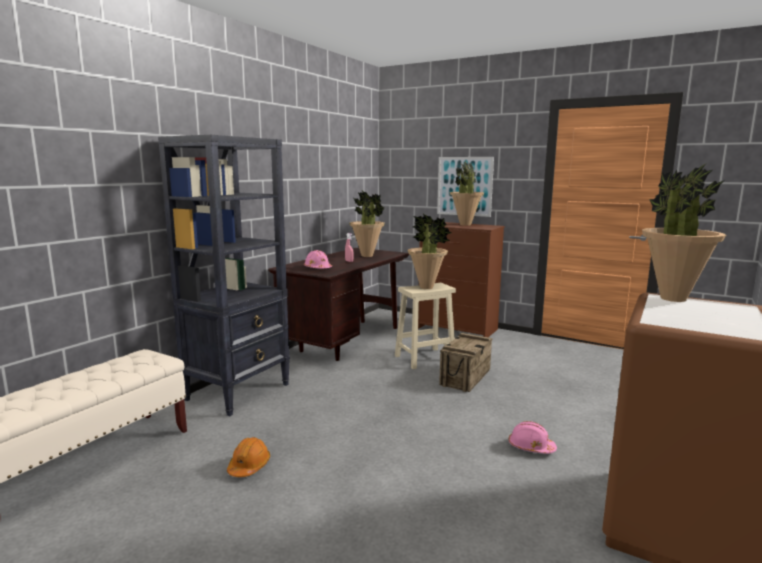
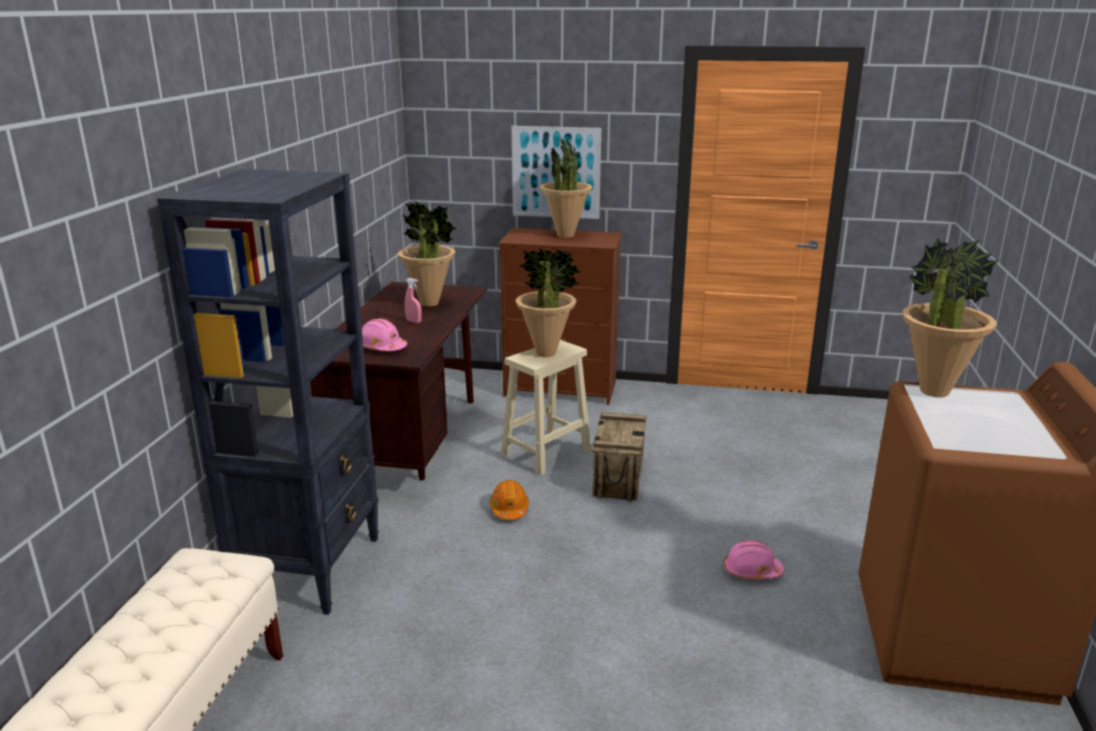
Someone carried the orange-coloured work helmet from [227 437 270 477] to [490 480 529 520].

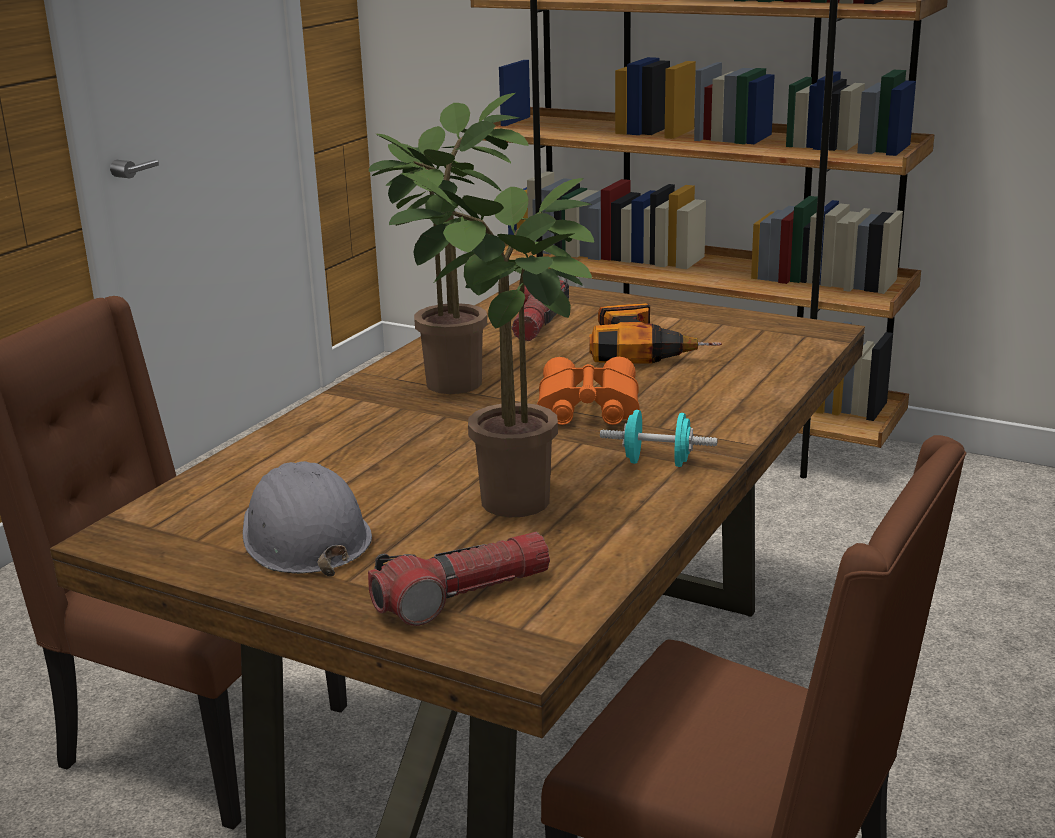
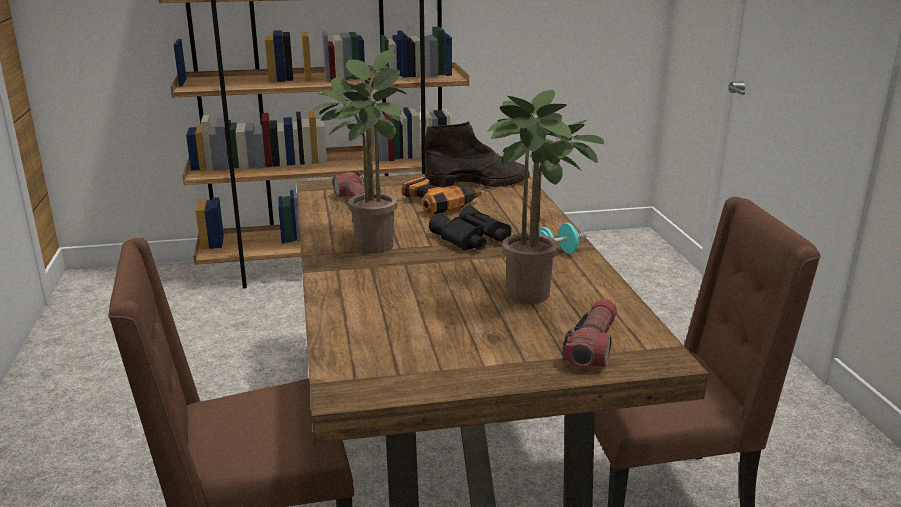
Someone repainted the orange-coloured pair of binoculars at [537 357 640 425], which became the black-coloured pair of binoculars at [429 206 511 251]. Someone took away the grey work helmet at [243 461 372 577]. Someone put down the brownish high-top boot at [424 121 530 188].

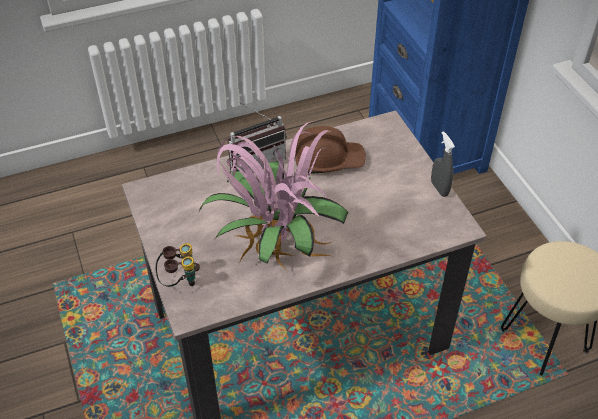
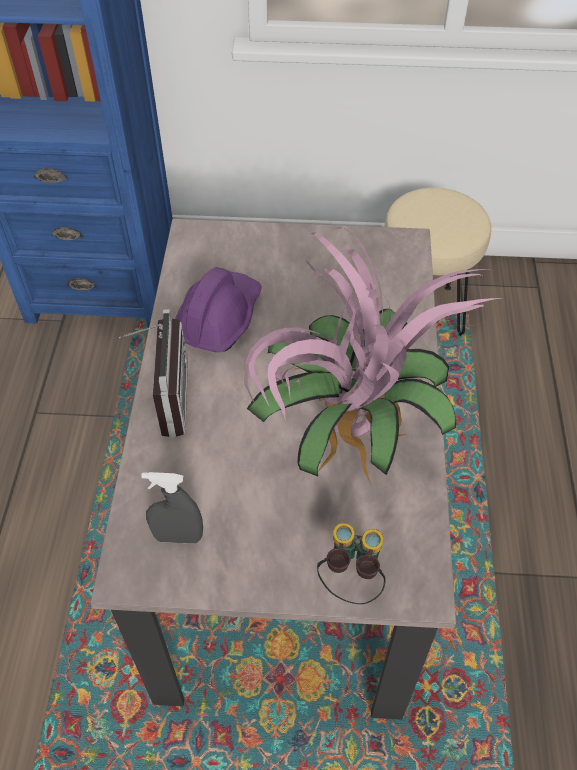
Someone repainted the brownish work helmet at [295 126 366 173], which became the purple work helmet at [175 267 262 353]. Someone carried the grey hand sprayer from [431 131 455 197] to [141 472 203 544].

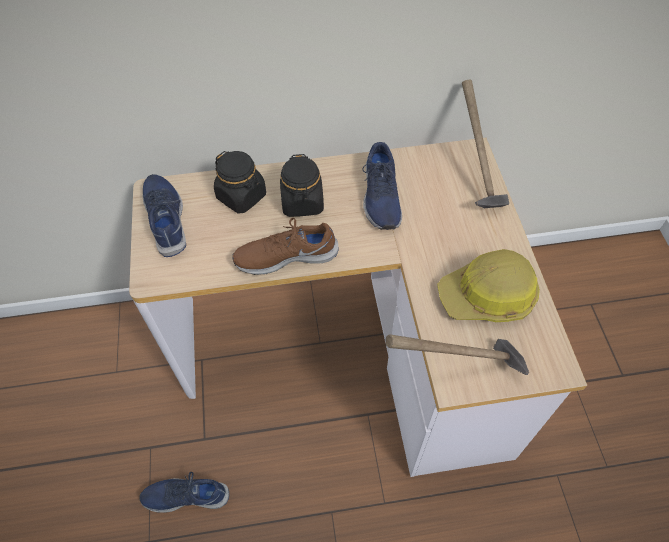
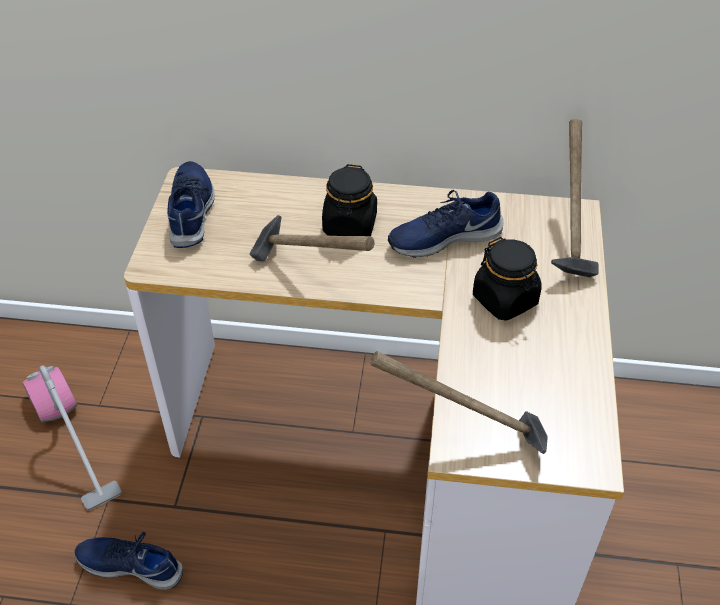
Someone rotated the blue shoe at [363 142 402 230] by 60 degrees clockwise. Someone carried the black-coloured jar from [214 151 266 214] to [473 237 541 321]. Someone swapped the brownish shoe at [232 218 338 275] for the hammer at [250 215 375 261]. Someone took away the work helmet at [437 249 540 322]. Someone put down the hoover at [23 365 122 511].

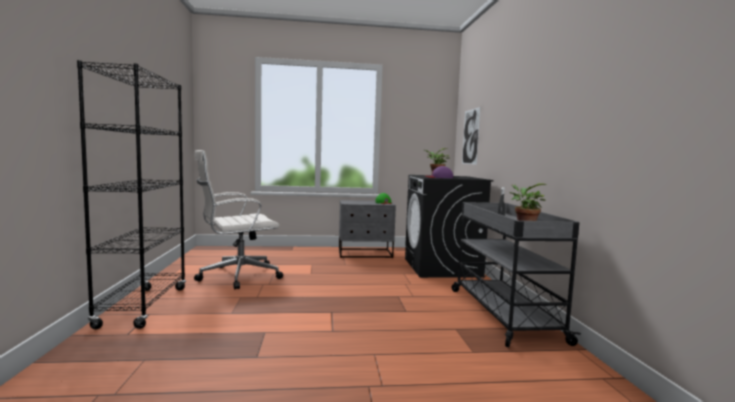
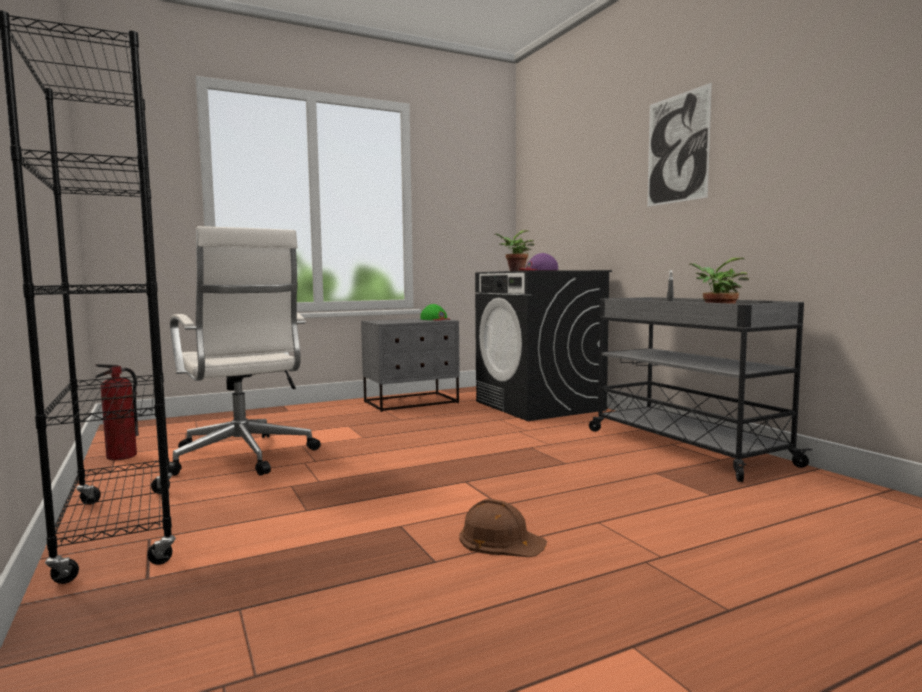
Someone carried the wall picture from [462 107 480 165] to [647 83 712 207]. Someone rotated the whitish computer chair at [194 150 283 289] by 75 degrees counterclockwise. Someone put down the fire extinguisher at [95 364 139 460]. Someone put down the brownish work helmet at [459 499 547 557].

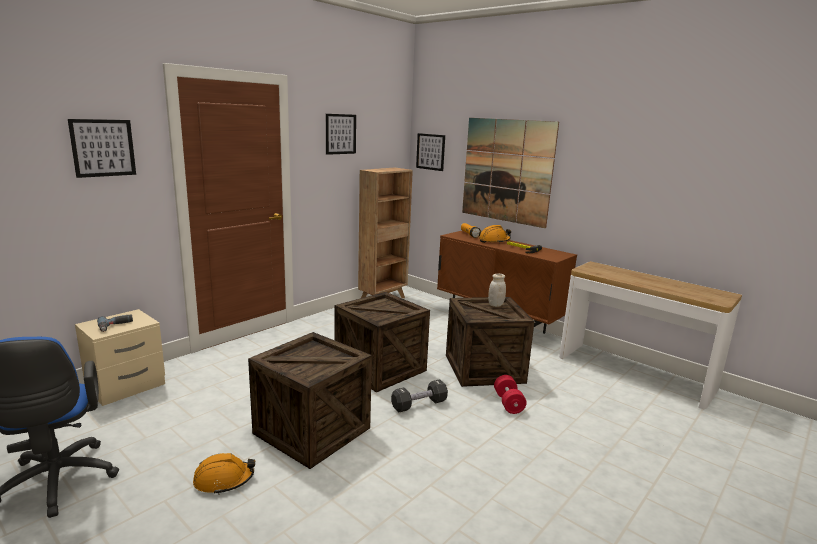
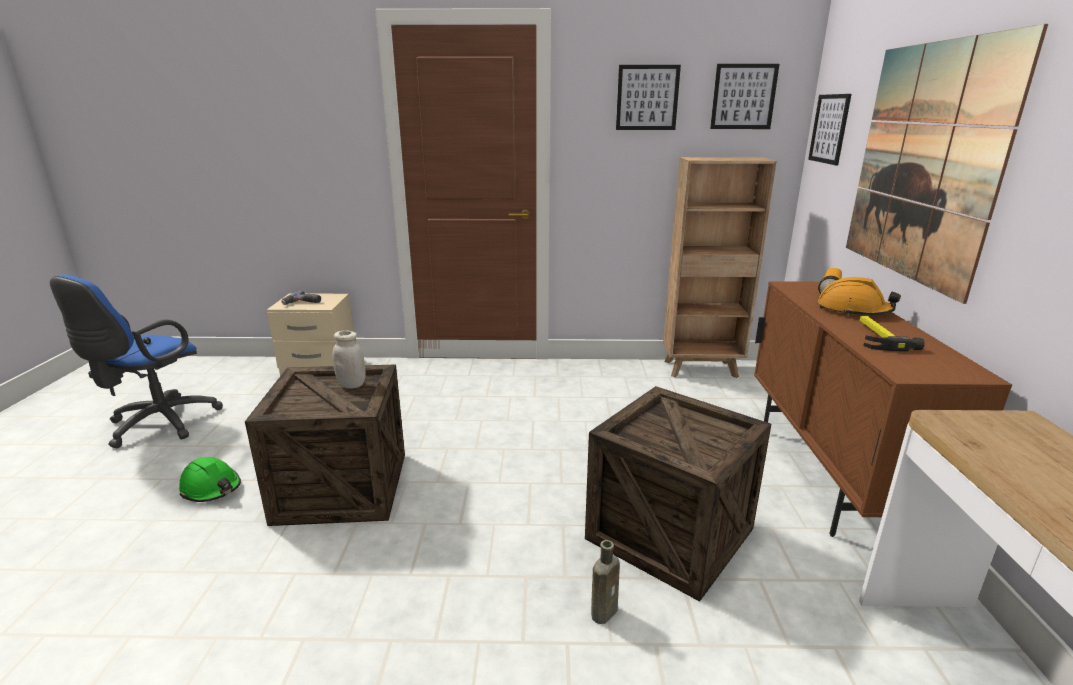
Someone carried the wall picture from [68 119 136 178] to [710 64 780 129]. Someone carried the whitish jar from [488 274 506 307] to [333 330 366 389]. Someone took away the shipping crate at [335 292 430 392]. Someone swapped the reddish dumbbell at [494 375 527 414] for the brownish drink bottle at [591 540 620 624]. Someone took away the black-coloured dumbbell at [391 379 448 412]. Someone repainted the orange-coloured work helmet at [193 453 255 495], which became the green-coloured work helmet at [179 457 241 502].

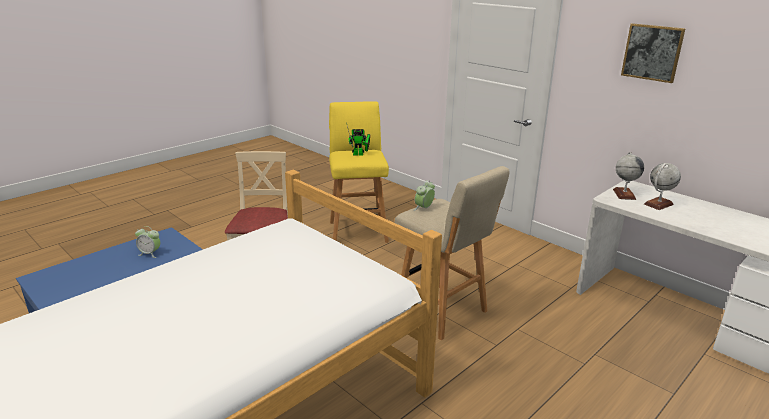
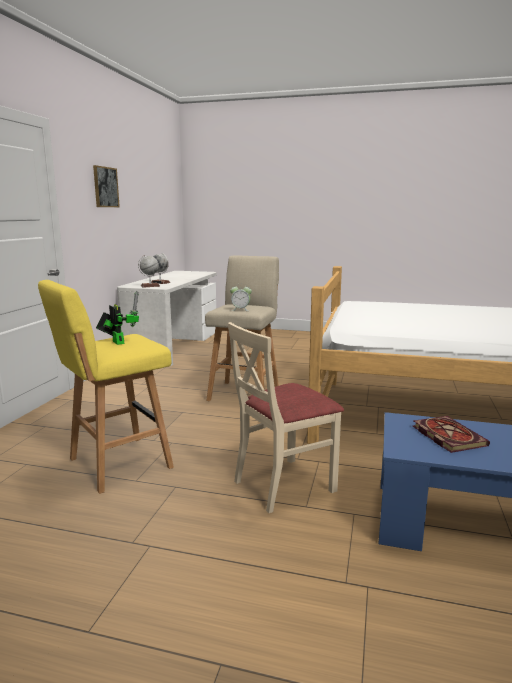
Someone swapped the bedside clock at [135 226 160 258] for the book at [413 416 490 453].

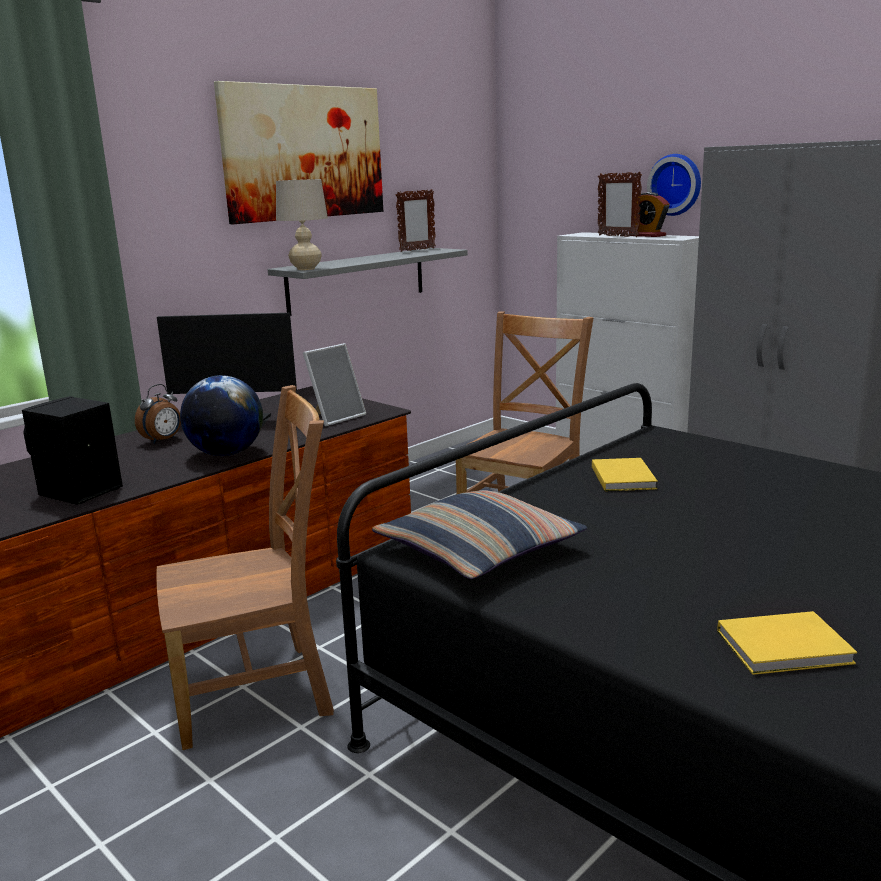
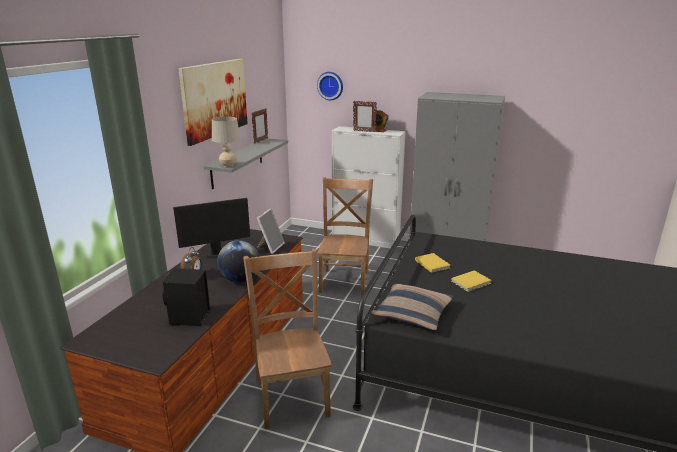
Someone carried the wall clock from [647 154 701 216] to [317 72 343 100]. Someone rotated the brownish upright chair at [156 385 334 750] by 60 degrees counterclockwise. Someone carried the yellow-coloured book from [717 611 857 675] to [451 271 492 292].

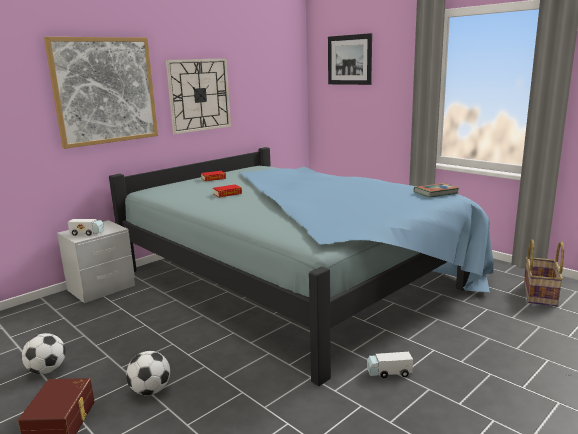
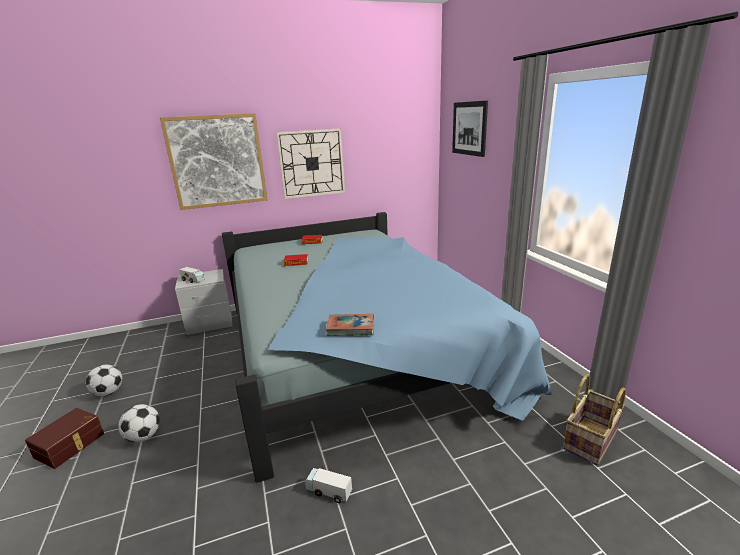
Someone carried the book from [414 183 459 197] to [326 314 374 336].

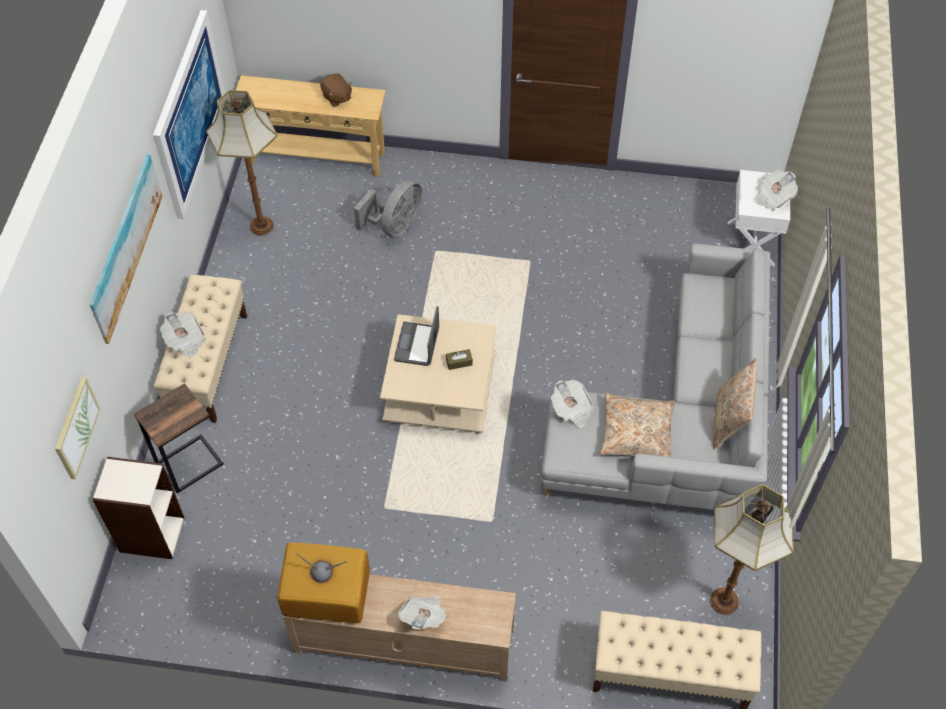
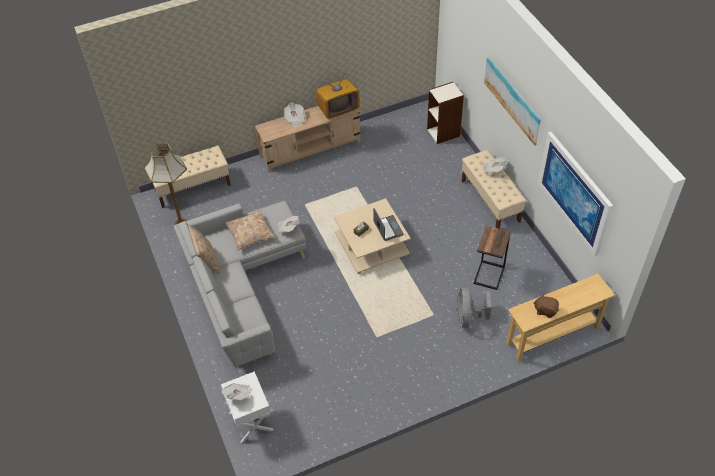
Someone took away the floor lamp at [206 90 277 235]. Someone took away the wall picture at [55 377 100 479]. Someone carried the end table from [134 383 224 494] to [473 226 511 290].

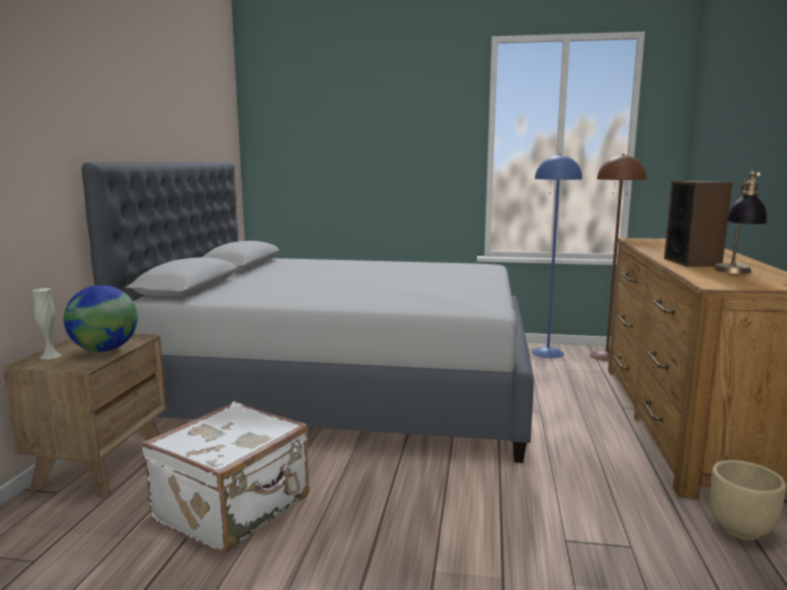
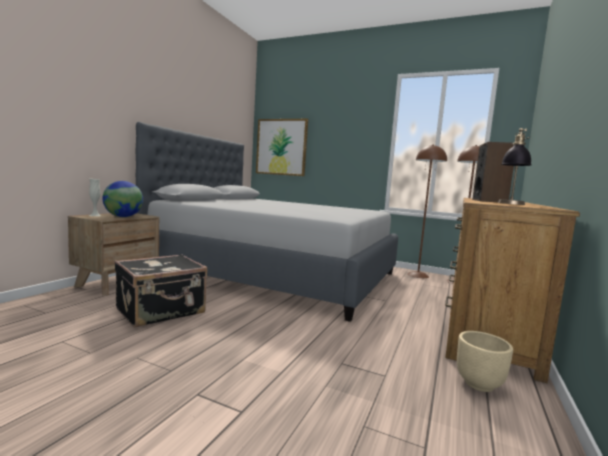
Someone repainted the blue floor lamp at [532 154 582 358], which became the brownish floor lamp at [407 144 447 278]. Someone repainted the whitish piece of luggage at [141 401 309 554], which became the black-coloured piece of luggage at [114 254 207 328]. Someone put up the wall picture at [256 119 308 176].

